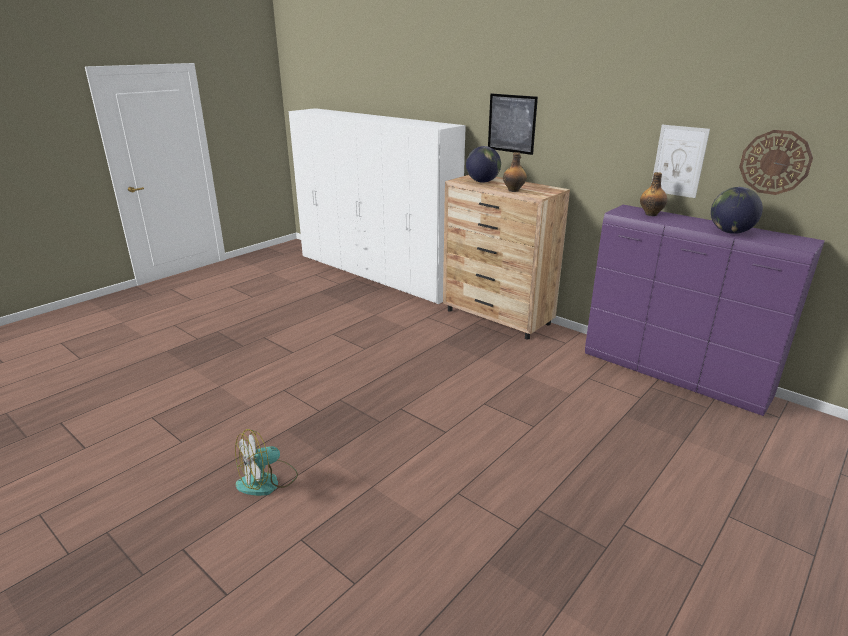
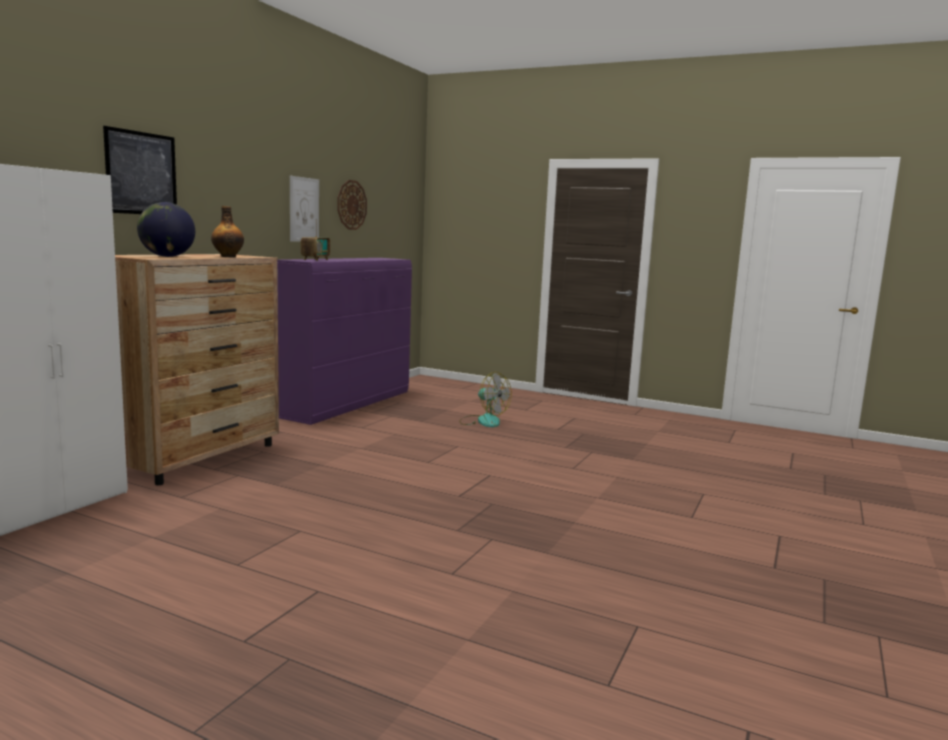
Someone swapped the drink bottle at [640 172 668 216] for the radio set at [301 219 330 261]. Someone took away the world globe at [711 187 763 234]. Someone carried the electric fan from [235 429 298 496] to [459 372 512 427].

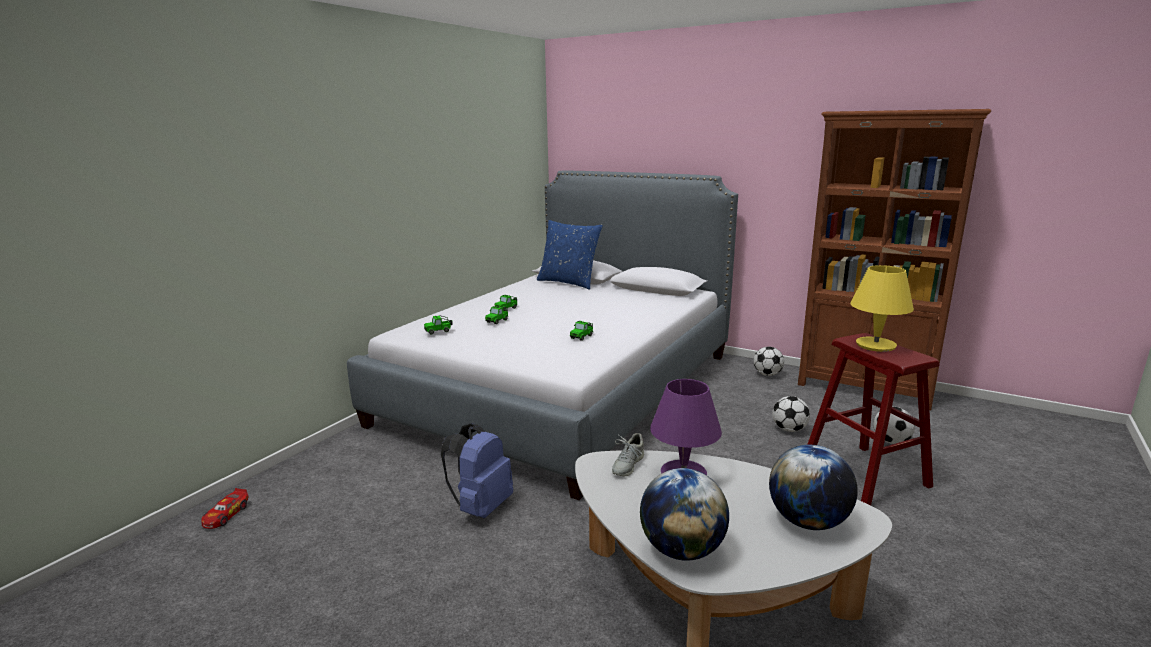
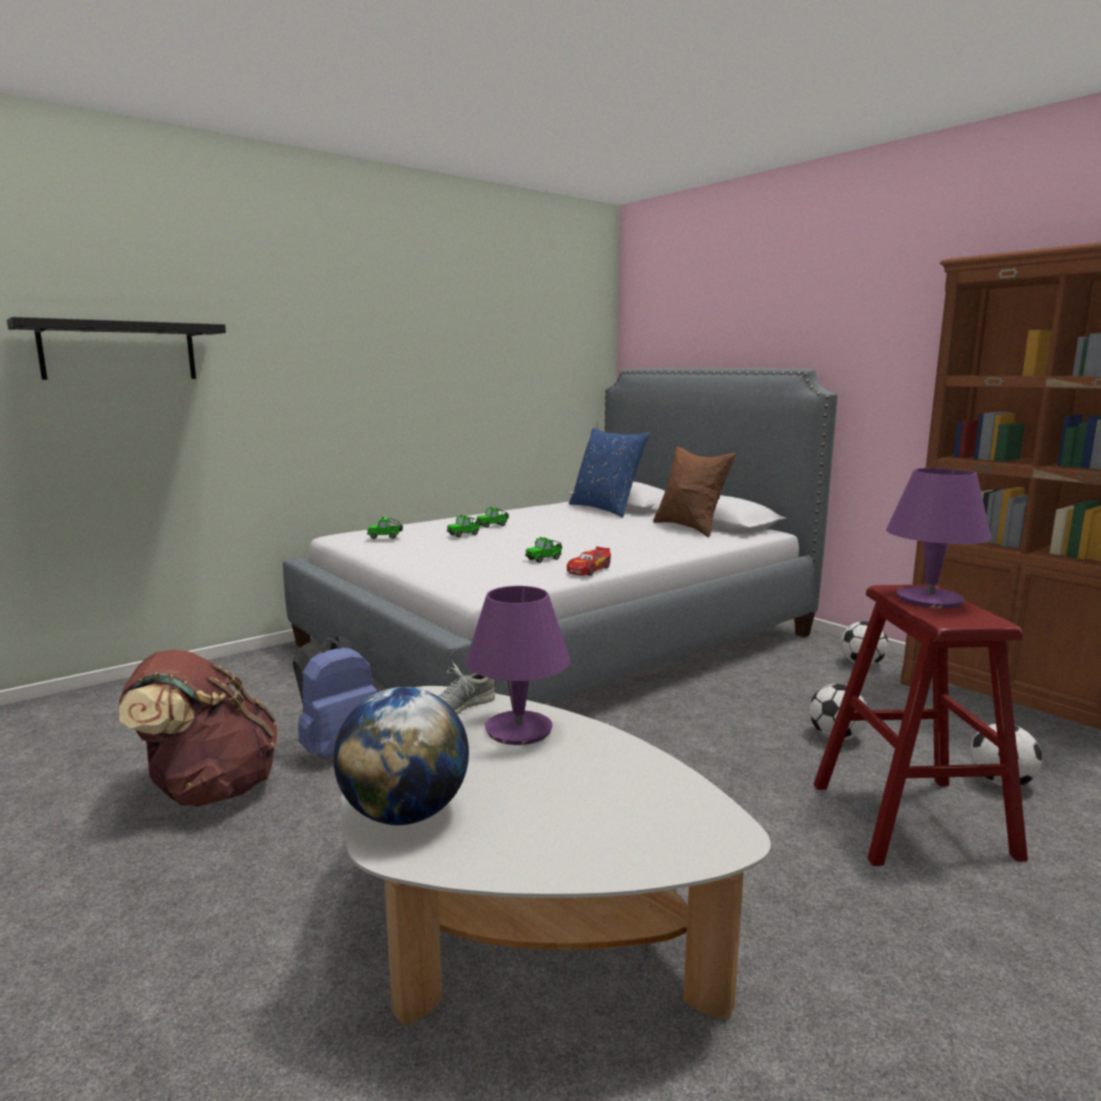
Someone repainted the yellow-coloured lamp for a table at [850 265 914 352], which became the purple lamp for a table at [886 468 992 608]. Someone took away the world globe at [769 445 858 530]. Someone carried the miniature car from [201 488 249 529] to [567 546 611 575]. Someone put up the black-coloured bracket shelf at [7 317 226 380]. Someone put down the brownish pillow at [653 446 736 537]. Someone put down the brownish backpack at [119 649 277 807].

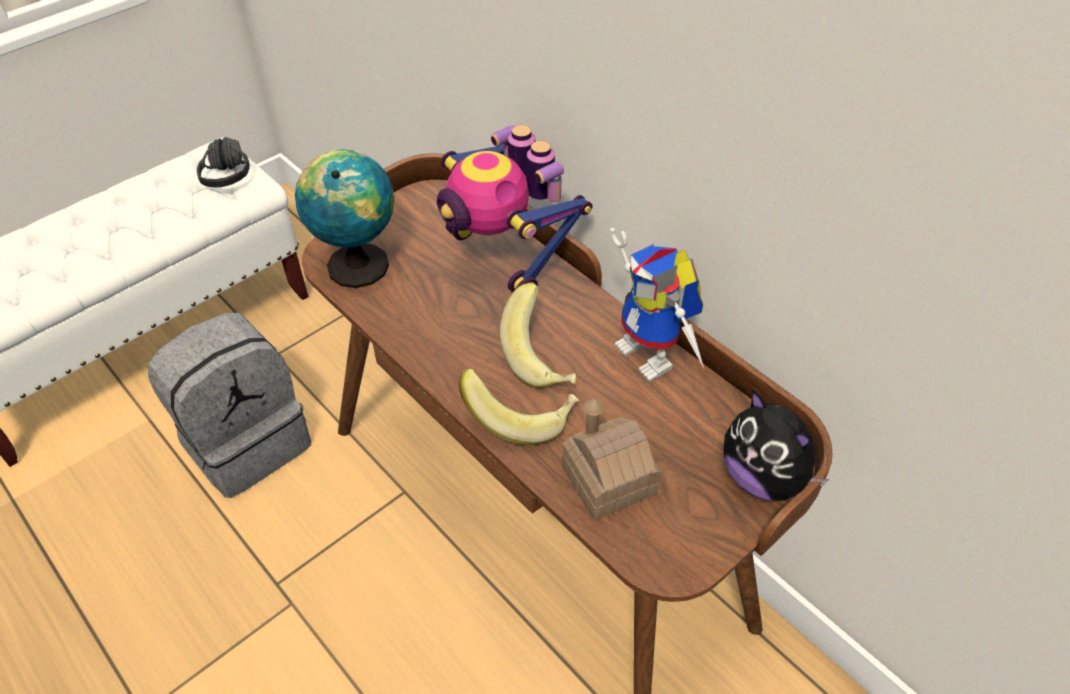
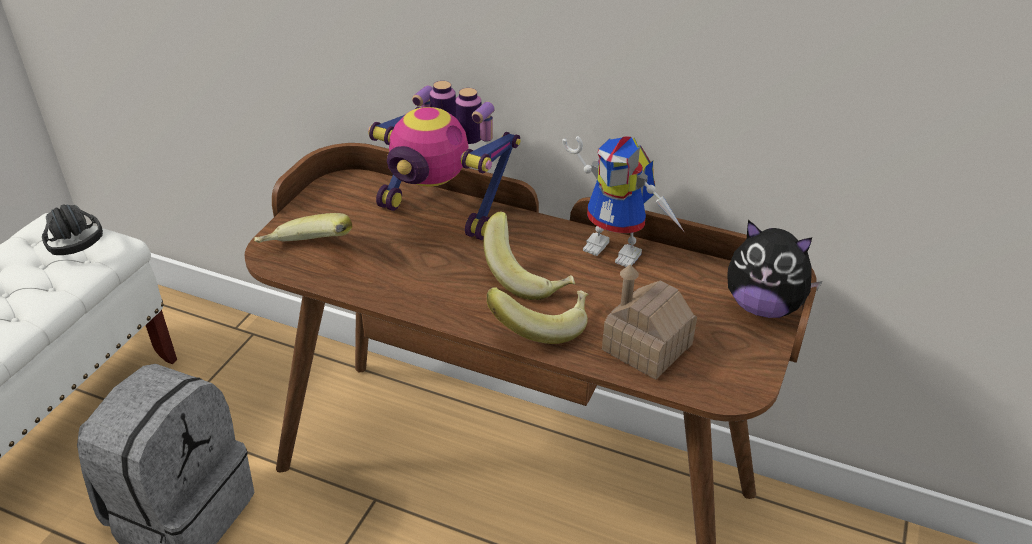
Someone swapped the world globe at [295 149 394 288] for the banana fruit at [254 213 352 243].

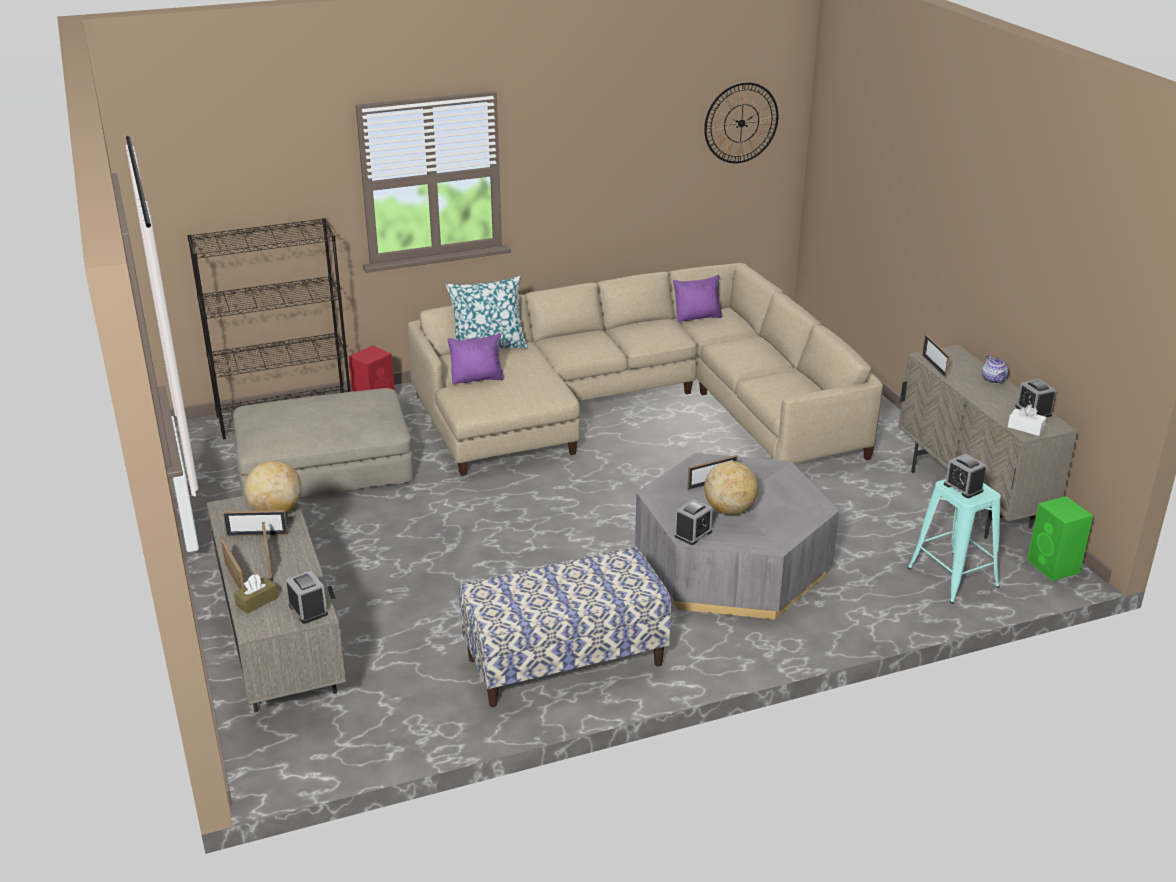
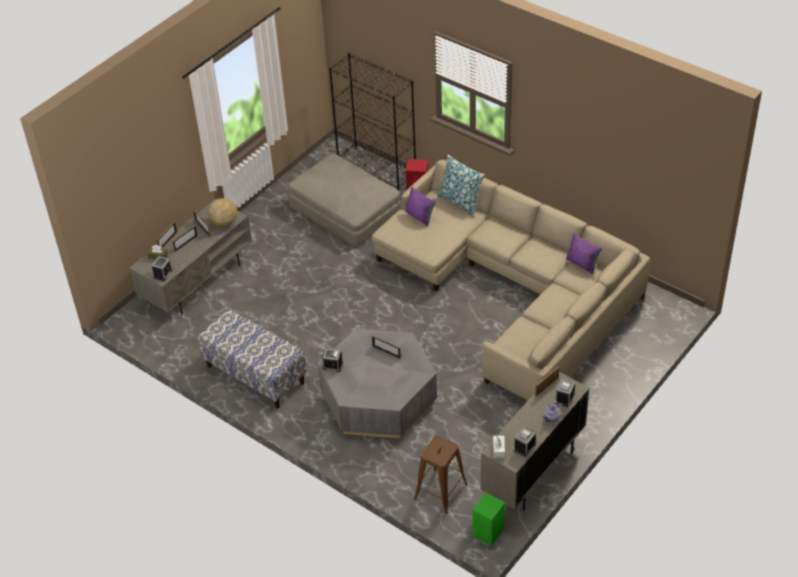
Someone took away the wall clock at [704 82 778 163]. Someone carried the bedside clock from [944 453 986 498] to [555 378 576 407]. Someone took away the world globe at [704 461 758 515]. Someone repainted the blue-green stool at [907 479 1001 604], which became the brownish stool at [414 436 468 514].

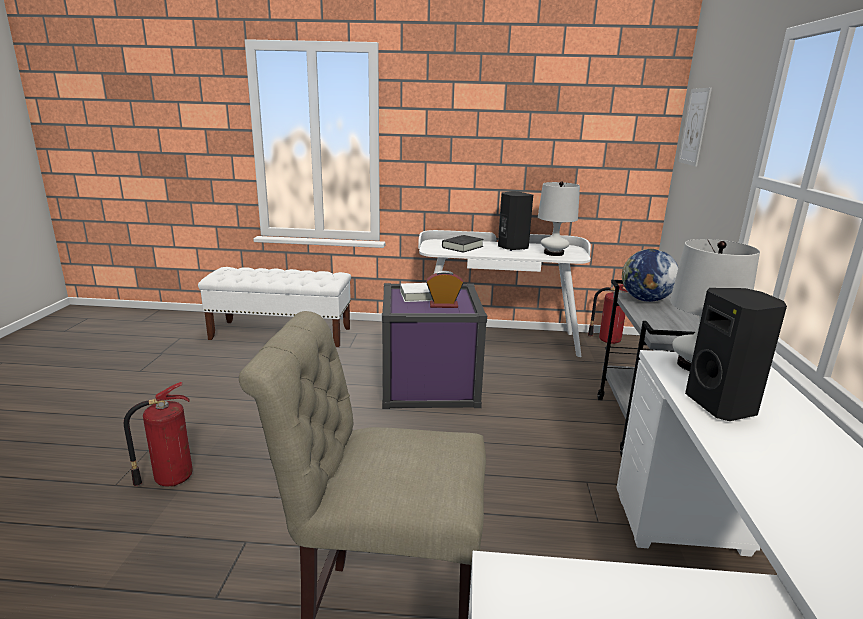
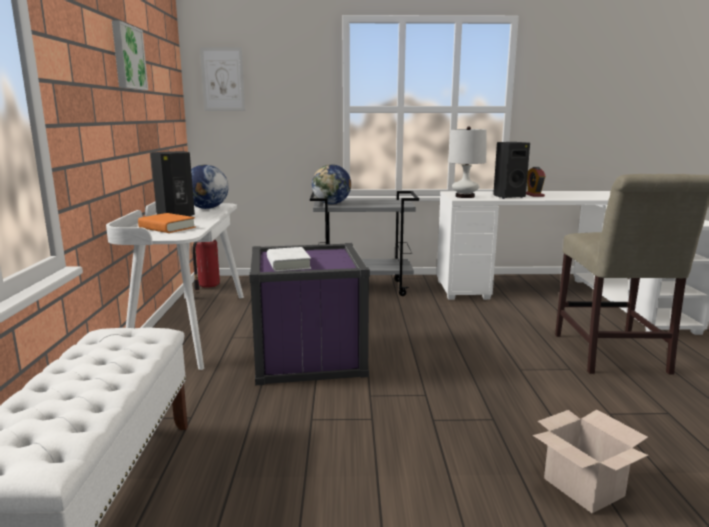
Someone swapped the whitish lamp for a table at [538 181 580 256] for the world globe at [191 165 228 209]. Someone repainted the black-coloured book at [442 235 484 253], which became the orange-coloured book at [138 213 196 233]. Someone carried the bedside clock from [426 271 463 308] to [526 167 546 197]. Someone swapped the fire extinguisher at [124 382 193 486] for the carton at [533 409 648 513]. Someone put up the wall picture at [112 20 148 90].

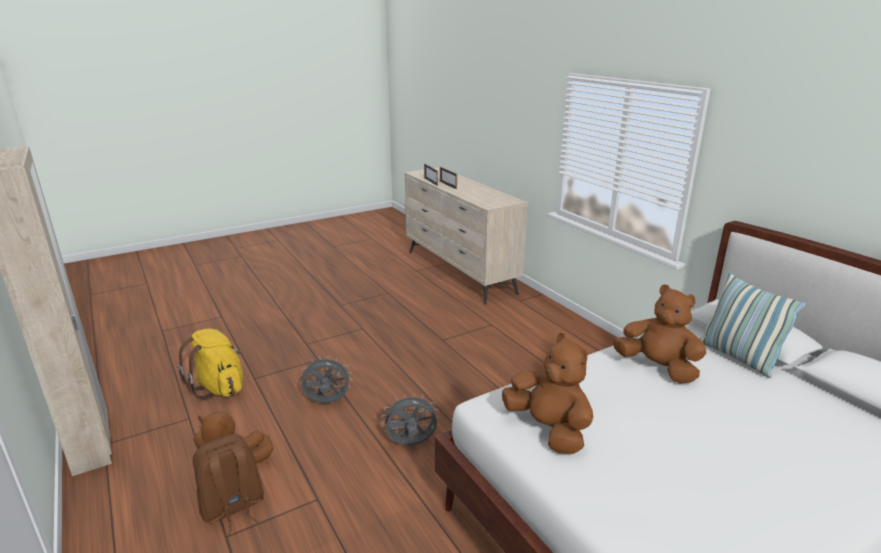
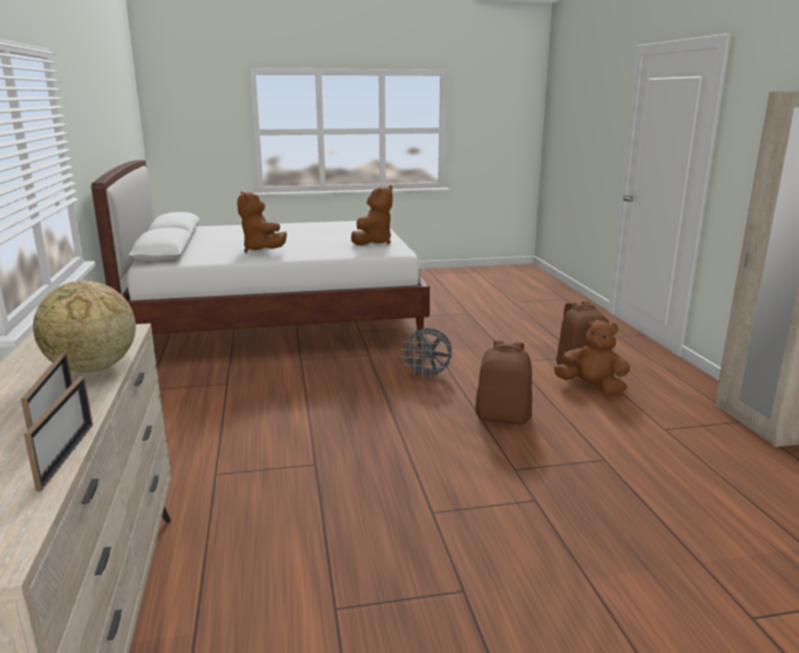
Someone took away the pillow at [699 272 806 378]. Someone took away the yellow-coloured backpack at [178 329 243 400]. Someone rotated the brownish plush toy at [502 333 593 454] by 135 degrees counterclockwise. Someone swapped the grey electric fan at [299 356 352 403] for the brownish backpack at [475 340 532 425]. Someone put down the world globe at [33 281 136 372].

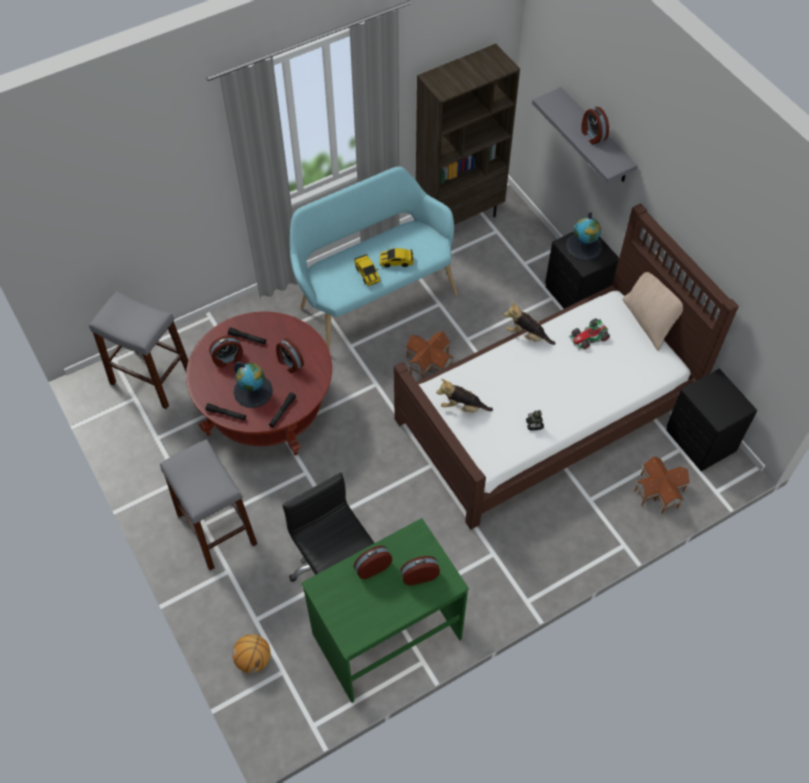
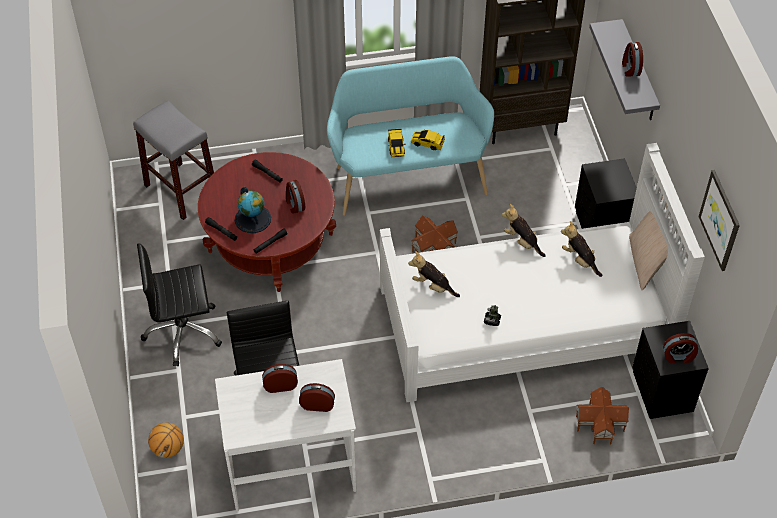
Someone repainted the brownish sleeping bed at [394 203 739 530], which became the whitish sleeping bed at [380 143 705 402]. Someone took away the world globe at [566 212 602 260]. Someone swapped the miniature car at [569 319 610 350] for the plush toy at [561 221 602 277]. Someone carried the bedside clock from [209 335 243 368] to [663 333 698 364]. Someone swapped the grey stool at [160 439 257 570] for the black-coloured computer chair at [137 244 222 366]. Someone repainted the green-coloured desk at [301 518 469 703], which became the whitish desk at [215 359 357 511]. Someone put up the wall picture at [698 170 740 271].

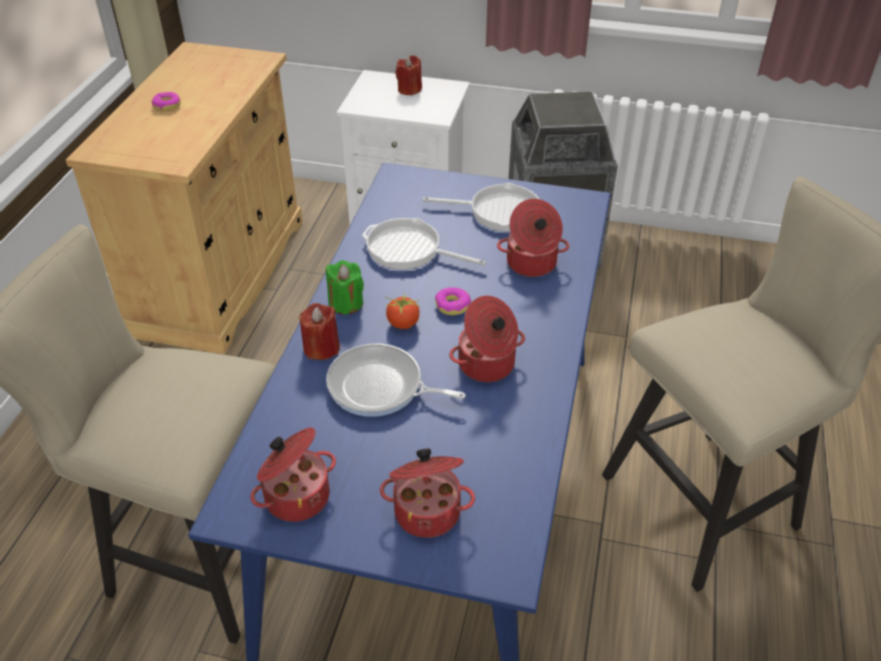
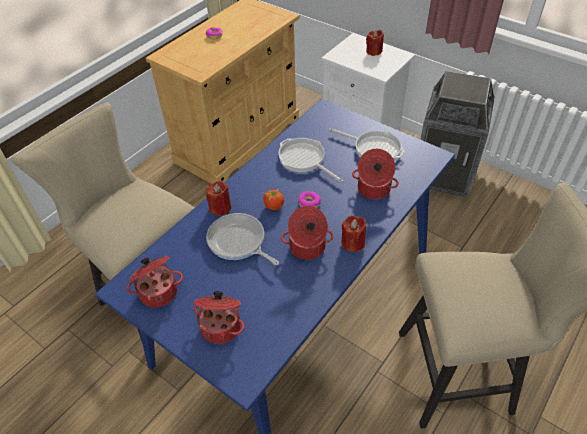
Someone took away the green-coloured wax candle at [326 260 364 315]. Someone put down the reddish wax candle at [341 215 366 252].

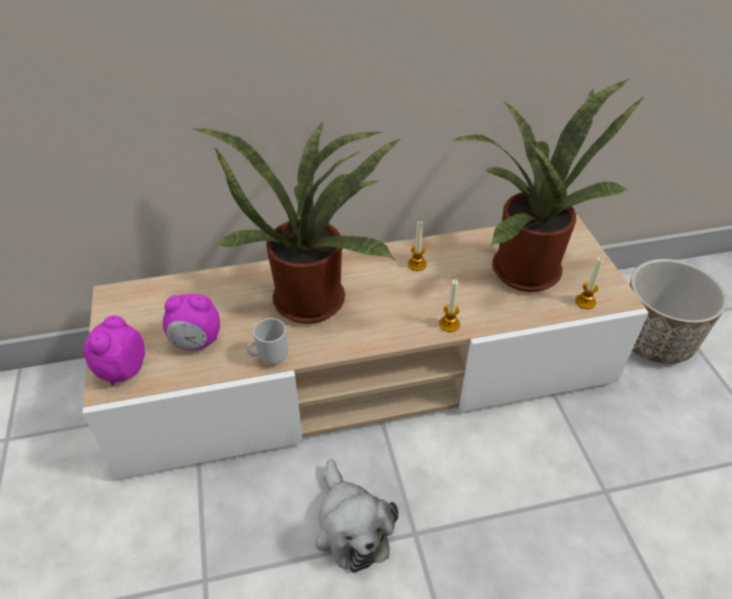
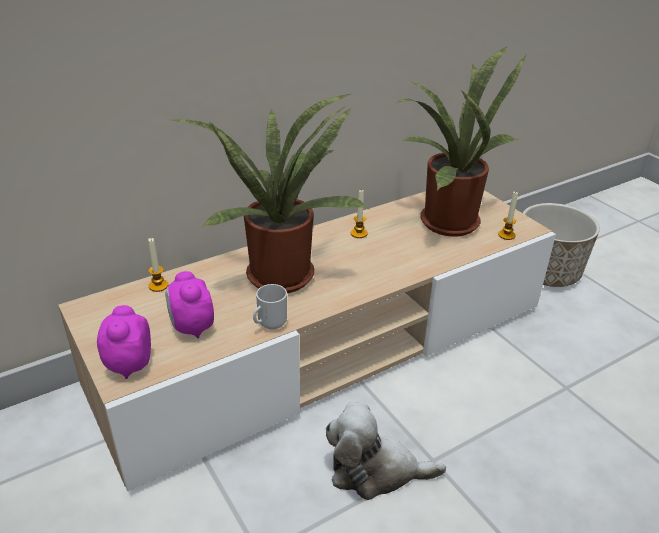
Someone carried the wax candle from [439 279 460 332] to [148 238 168 292]. Someone rotated the bedside clock at [163 294 220 350] by 90 degrees clockwise. Someone rotated the plush toy at [316 459 398 573] by 135 degrees clockwise.

